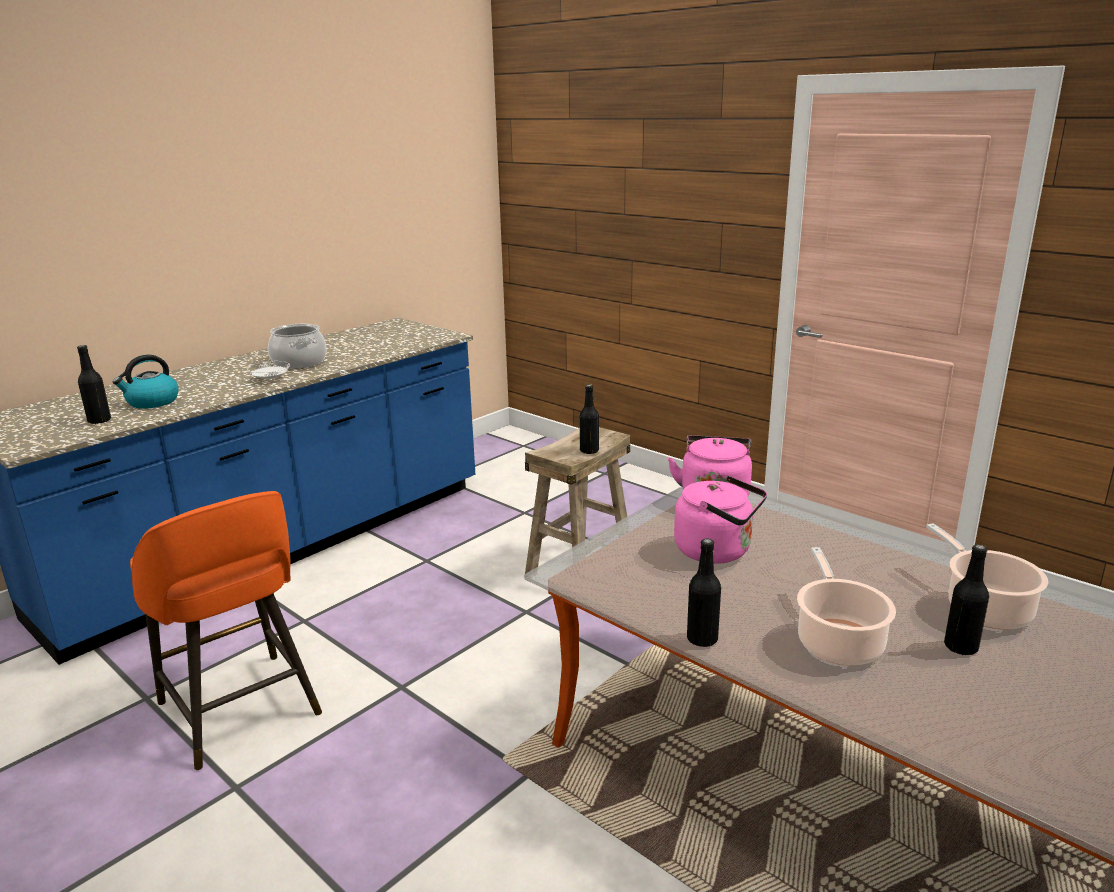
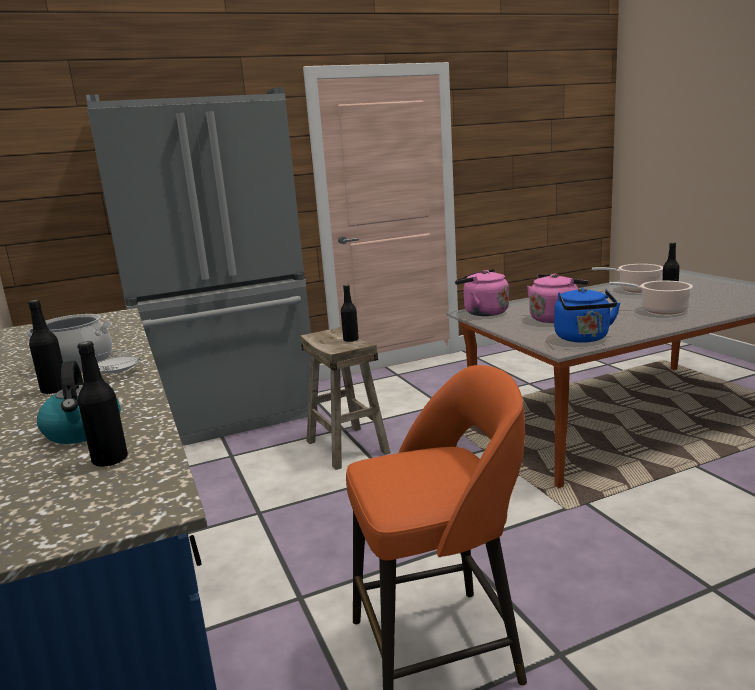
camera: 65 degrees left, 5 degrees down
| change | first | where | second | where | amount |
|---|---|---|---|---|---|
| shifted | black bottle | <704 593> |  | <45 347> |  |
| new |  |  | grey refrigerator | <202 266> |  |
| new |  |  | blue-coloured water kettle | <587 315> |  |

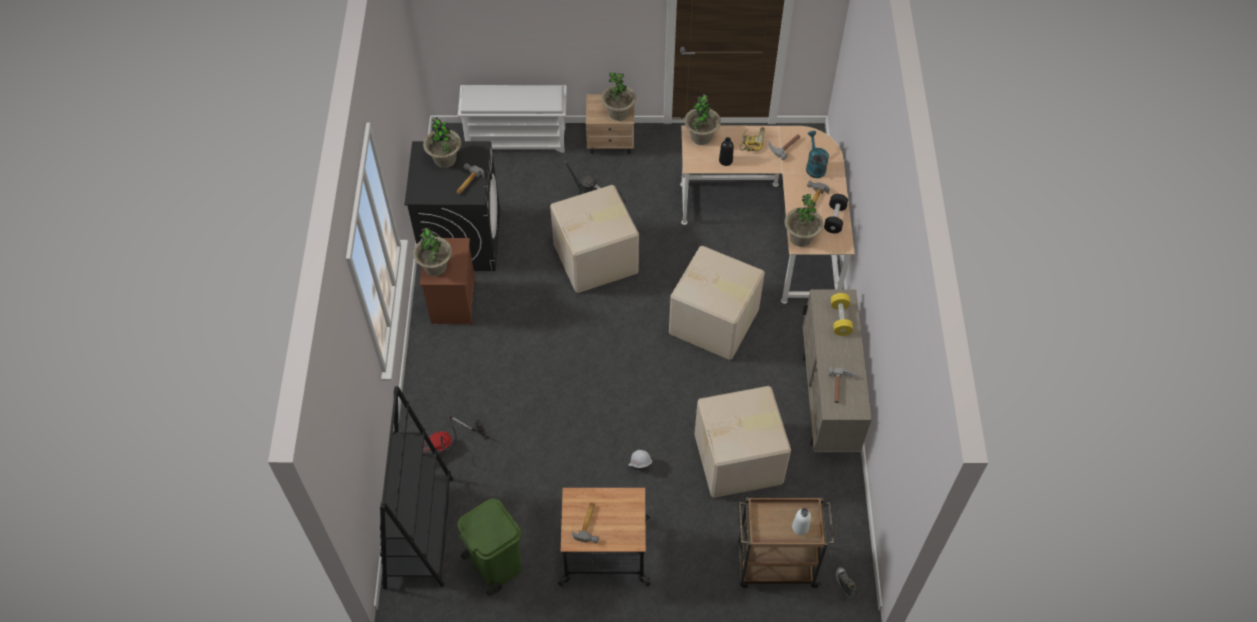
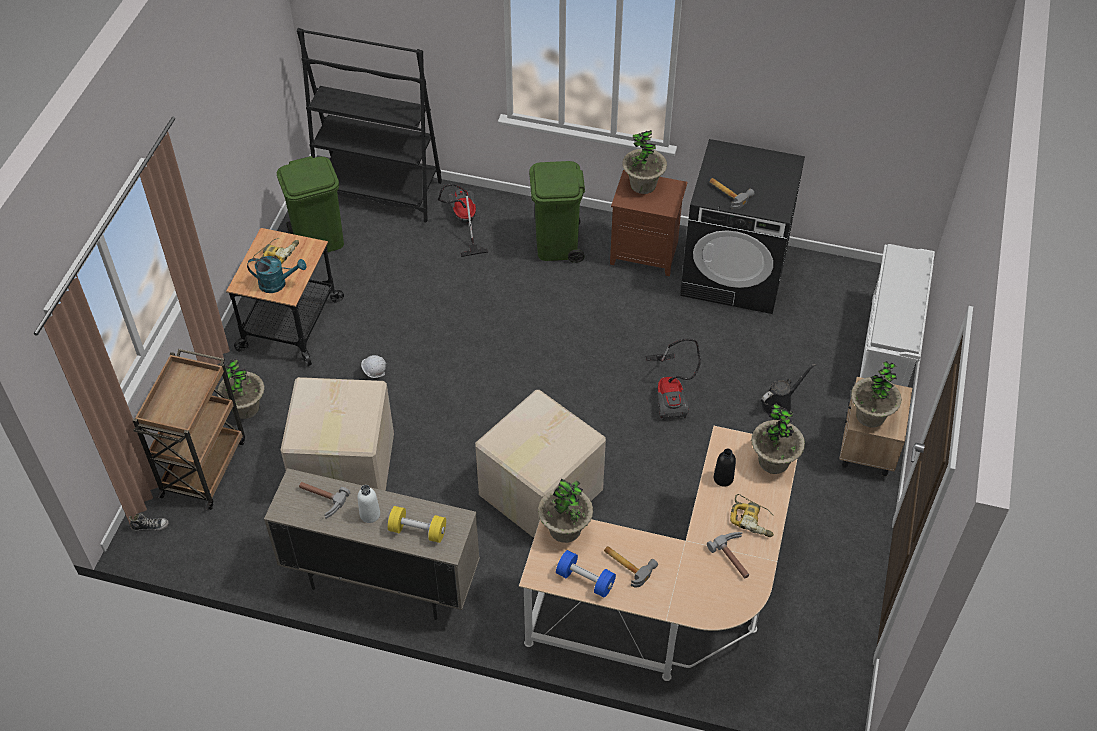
camera: 105 degrees right, 5 degrees down
| change | first | where | second | where | amount |
|---|---|---|---|---|---|
| shifted | potted plant | <442 142> |  | <240 388> |  |
| shifted | turquoise watering can | <817 154> |  | <276 274> |  |
| swapped | hand hammer | <585 523> | drill | <276 251> |  |
| shifted | whitish bottle | <801 521> |  | <368 504> |  |
| new |  |  | greenish rubbish bin | <557 212> |  |
| repainted | black hand weight | <836 213> | blue-coloured hand weight | <586 574> |  |
| swapped | cardboard box | <594 239> | vacuum | <673 379> |  |

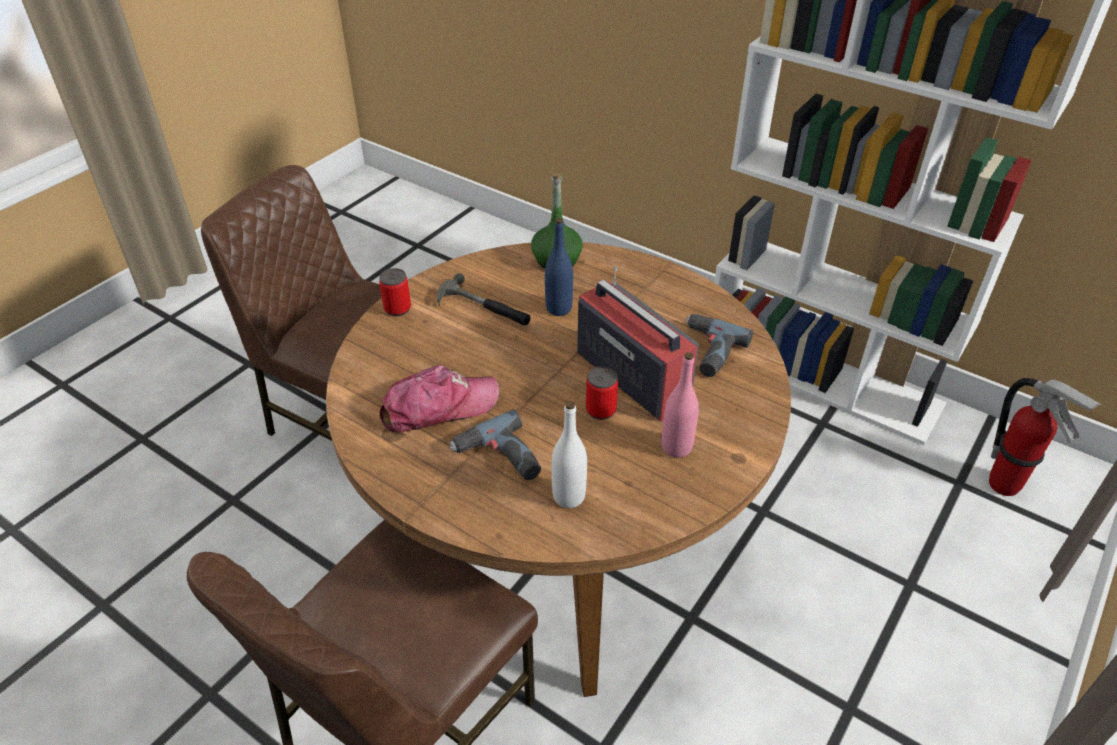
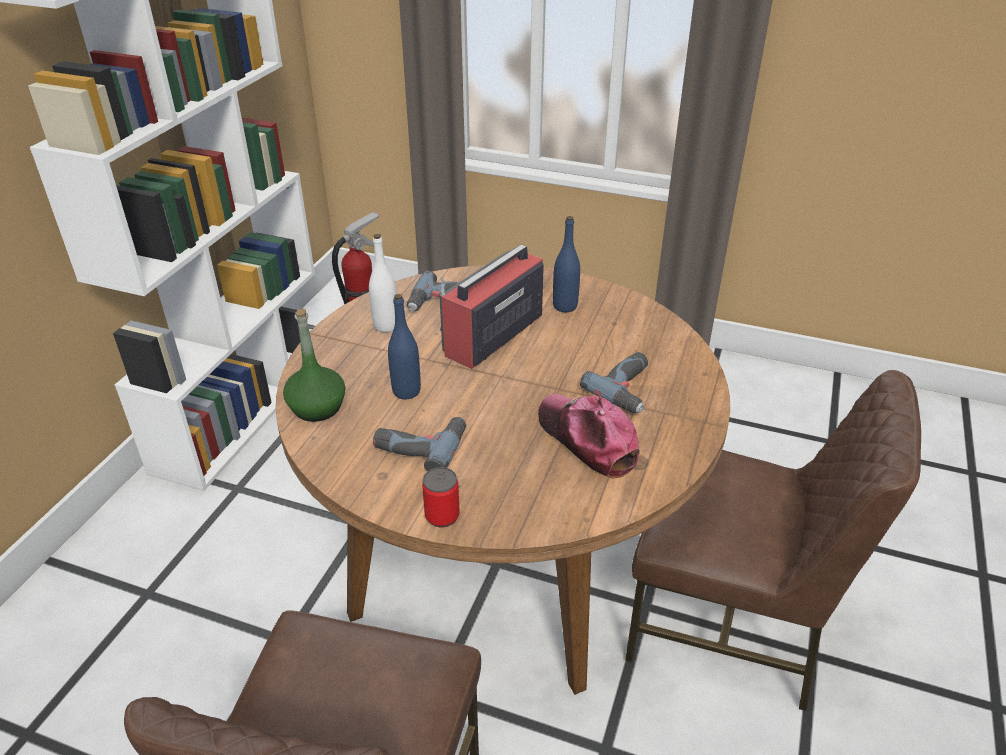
camera: 105 degrees left, 5 degrees down
| change | first | where | second | where | amount |
|---|---|---|---|---|---|
| shifted | whitish bottle | <569 454> |  | <383 283> |  |
| swapped | hand hammer | <483 299> | drill | <419 444> |  |
| repainted | pinkish bottle | <680 405> | blue-coloured bottle | <566 264> |  |
| gone | metal can | <602 393> |  |  |  |

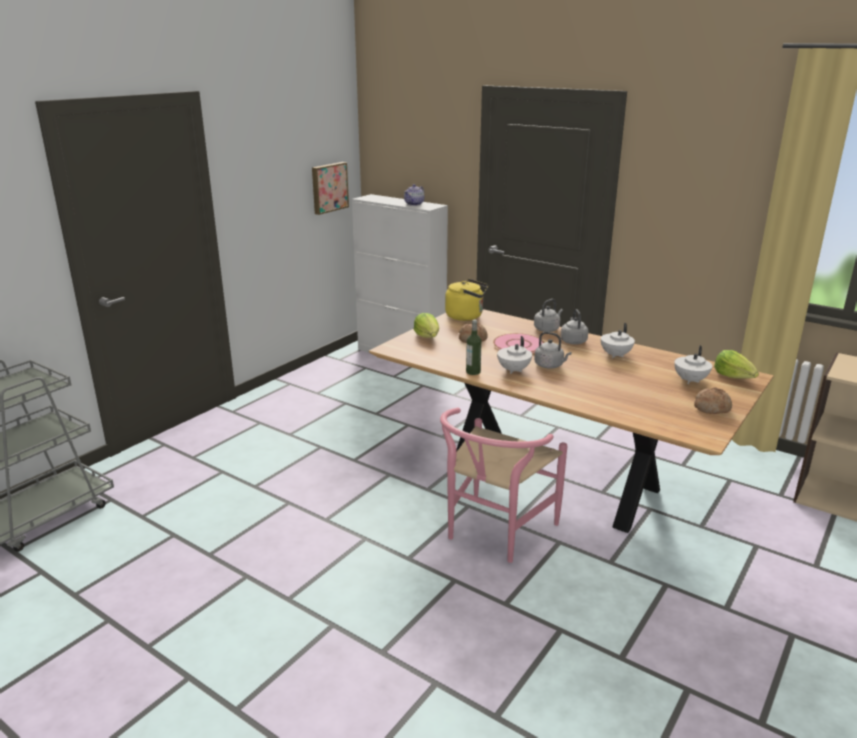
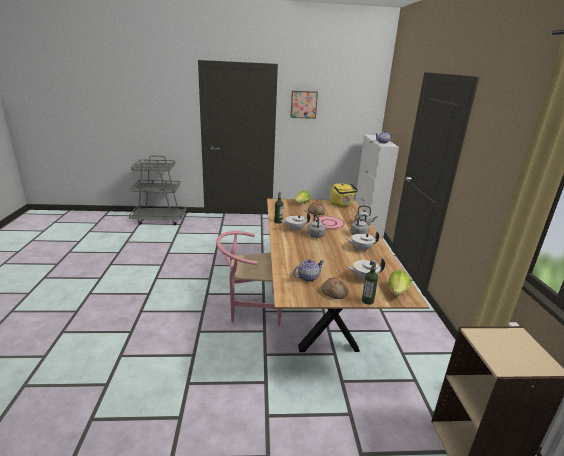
camera: 50 degrees right, 0 degrees up
| change | first | where | second | where | amount |
|---|---|---|---|---|---|
| shifted | picture | <330 188> |  | <304 105> |  |
| new |  |  | tea pot | <308 270> |  |
| new |  |  | bottle | <370 282> |  |

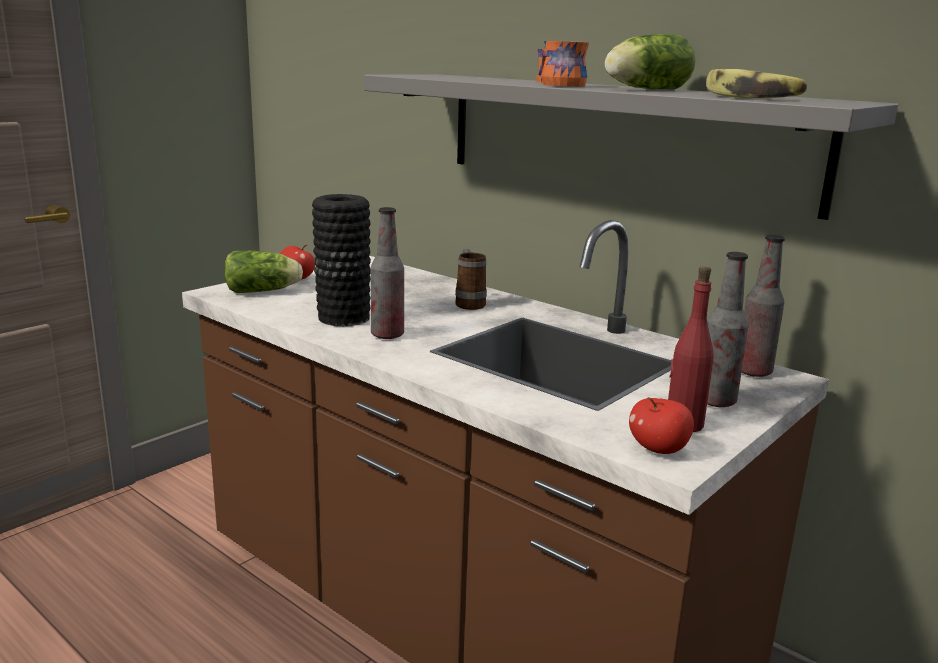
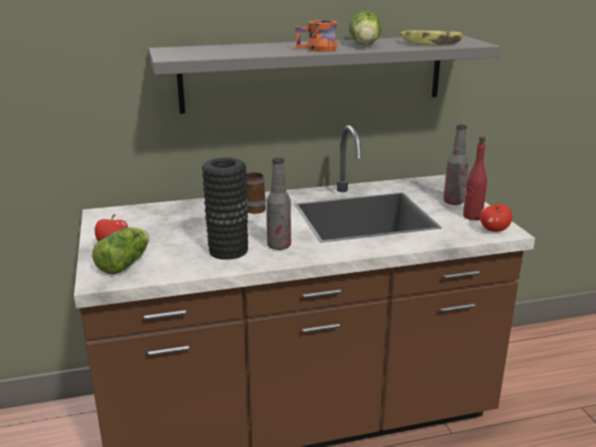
camera: 55 degrees left, 5 degrees up
| change | first | where | second | where | amount |
|---|---|---|---|---|---|
| gone | bottle | <763 306> |  |  |  |

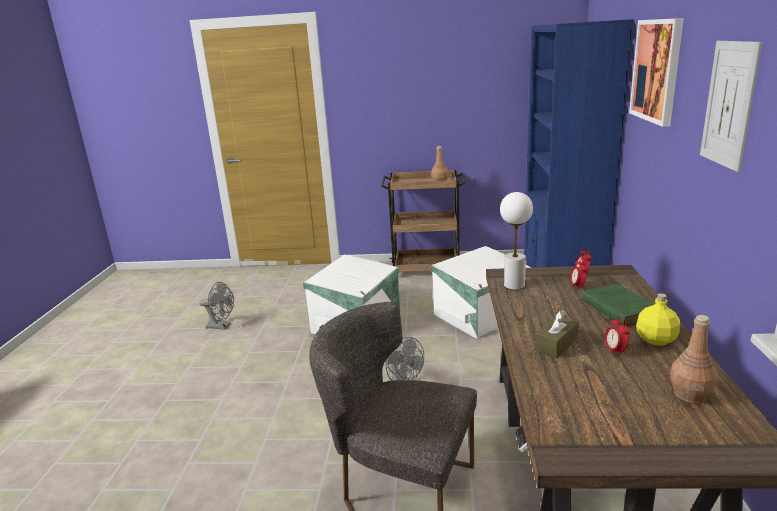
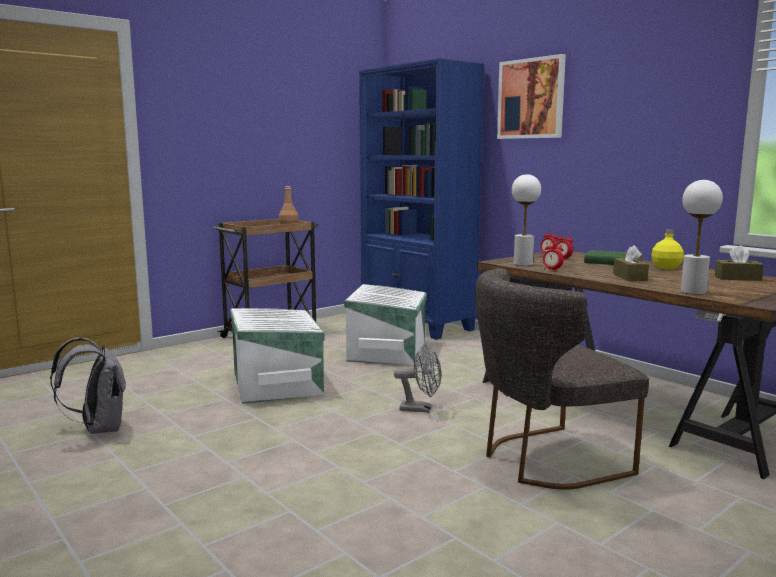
camera: 45 degrees left, 10 degrees down
| change | first | where | second | where | amount |
|---|---|---|---|---|---|
| swapped | grey cooling fan | <216 306> | grey knapsack | <88 386> |  |
| shifted | bedside clock | <617 336> |  | <553 255> |  |
| new |  |  | whitish lamp for a table | <702 237> |  |
| swapped | brownish bottle | <694 359> | brownish box of tissues | <739 263> |  |
| gone | picture | <731 106> |  |  |  |

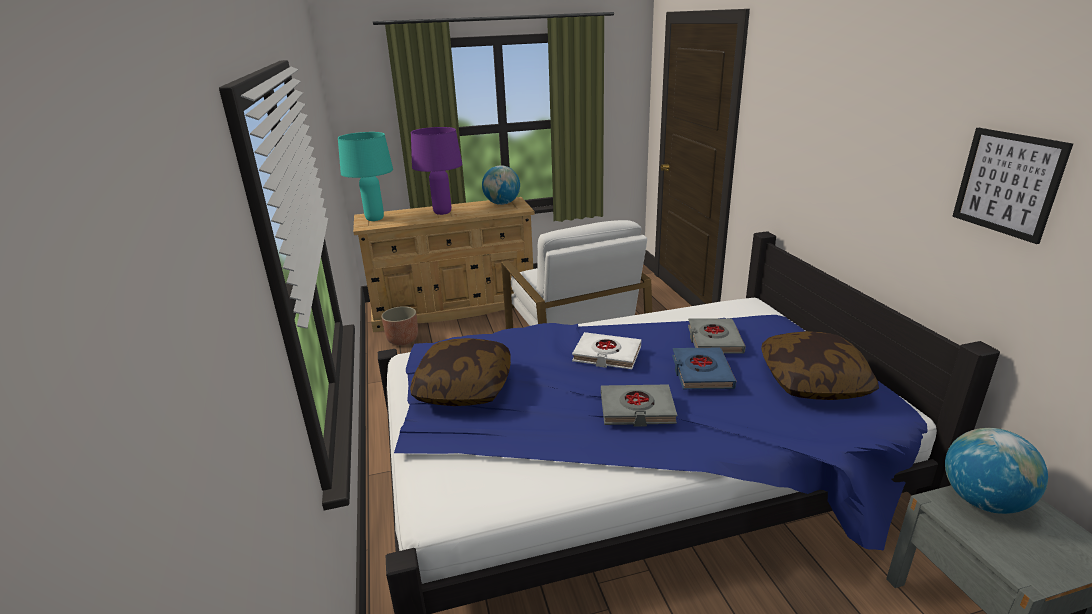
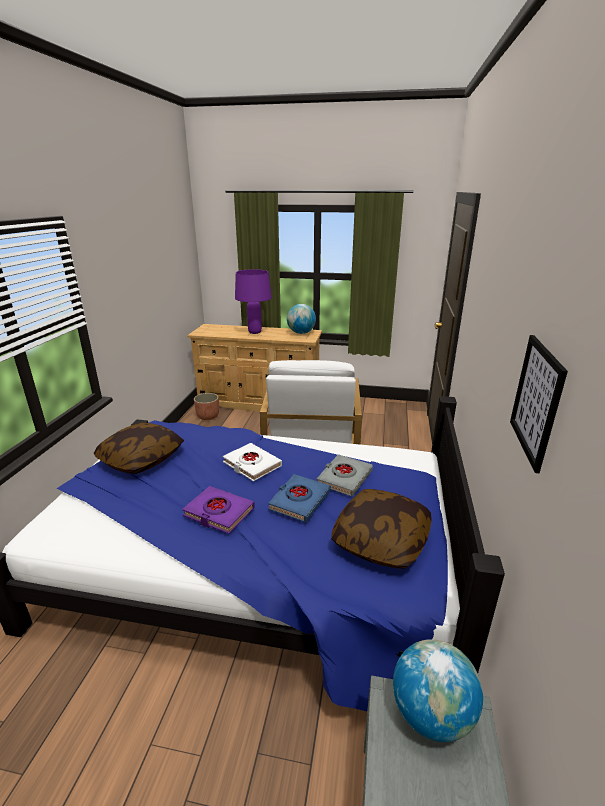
camera: 25 degrees right, 0 degrees up
| change | first | where | second | where | amount |
|---|---|---|---|---|---|
| repainted | grey volume | <639 405> | purple-coloured volume | <218 510> |  |
| gone | turquoise lamp for a table | <365 176> |  |  |  |

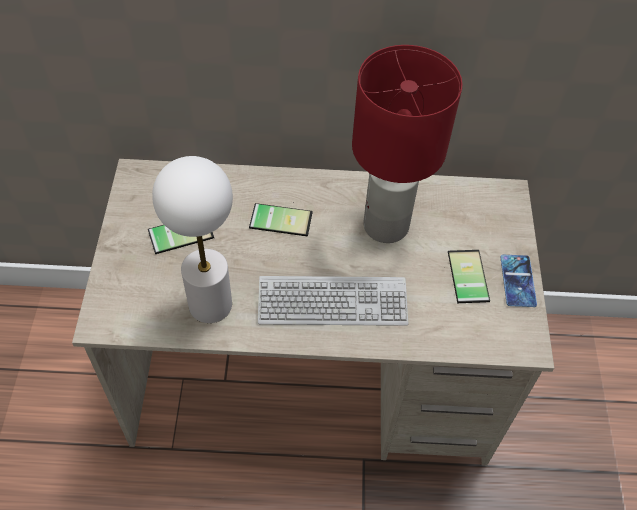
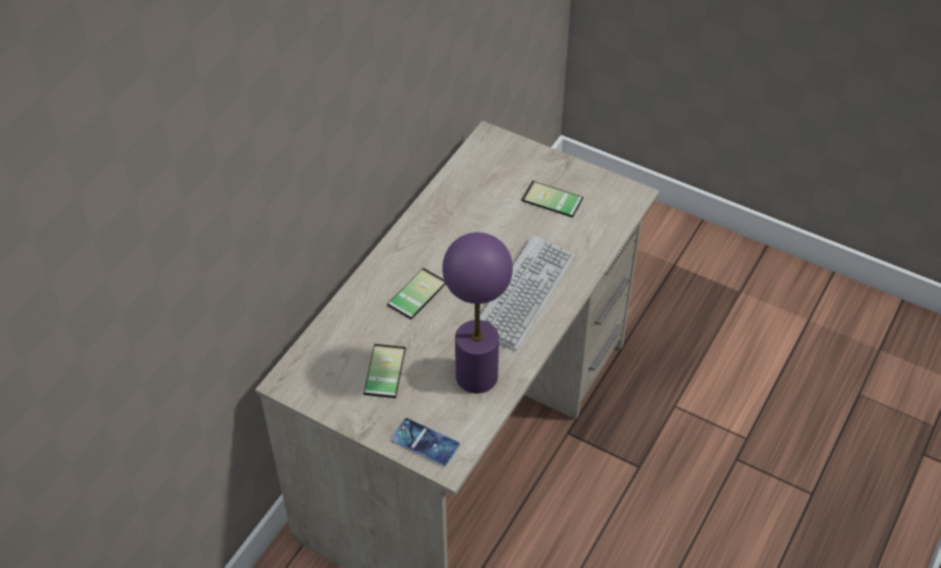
camera: 60 degrees left, 5 degrees down
| change | first | where | second | where | amount |
|---|---|---|---|---|---|
| shifted | handset | <518 281> |  | <425 442> |  |
| repainted | whitish lamp for a table | <192 239> | purple-coloured lamp for a table | <477 312> |  |
| gone | red-coloured lamp for a table | <407 144> |  |  |  |

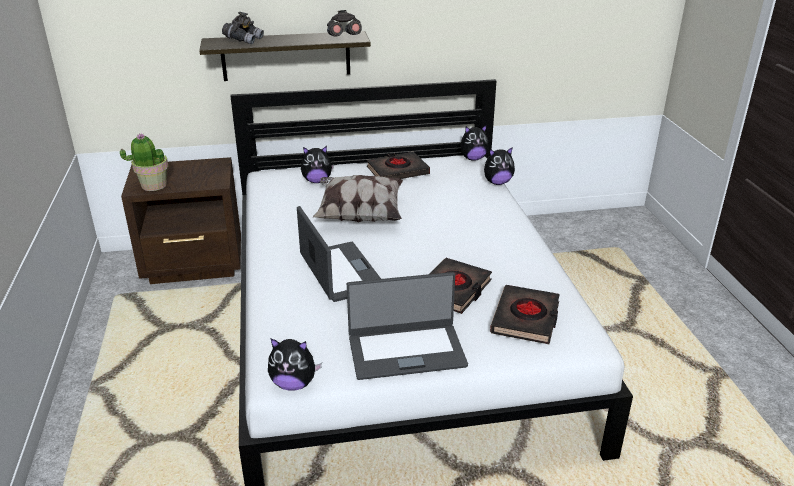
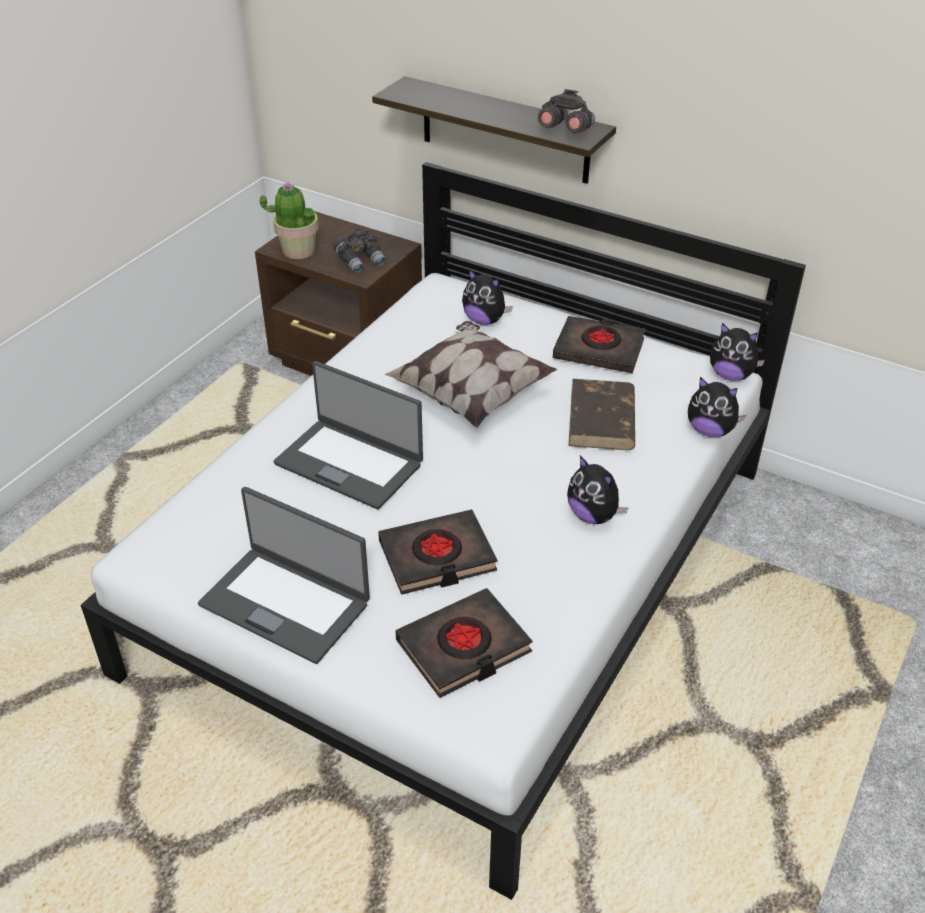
camera: 40 degrees right, 10 degrees up
| change | first | where | second | where | amount |
|---|---|---|---|---|---|
| rotated | portable computer | <339 254> |  | <348 435> | 105 degrees clockwise |
| shifted | grey pair of binoculars | <243 28> |  | <359 251> |  |
| shifted | plush toy | <295 364> |  | <597 490> |  |
| new |  |  | brownish volume | <602 414> |  |

